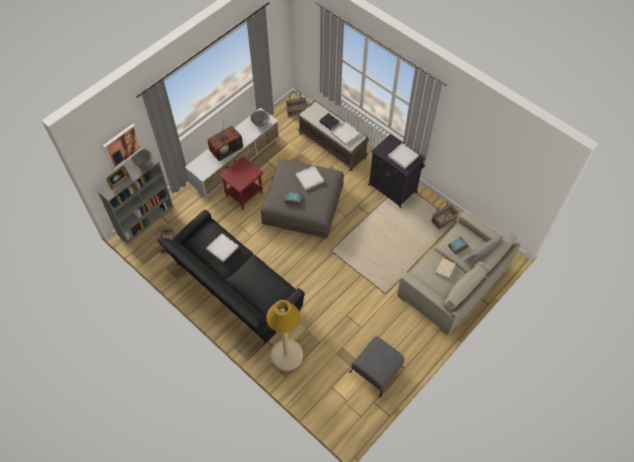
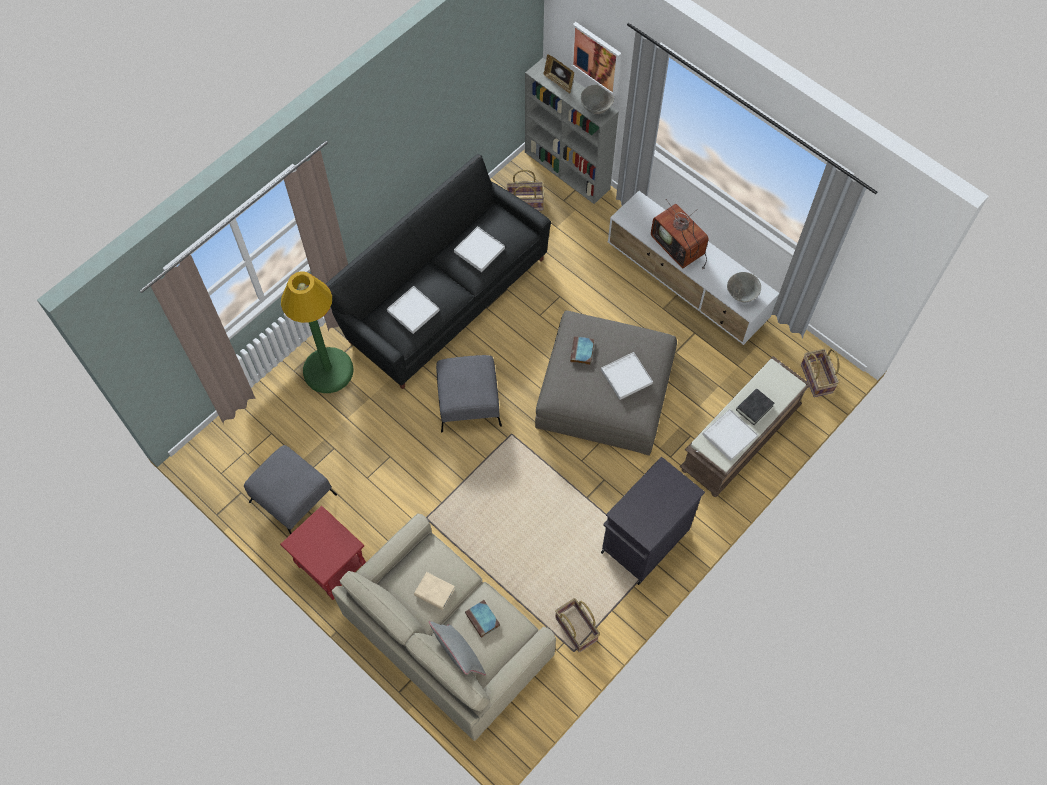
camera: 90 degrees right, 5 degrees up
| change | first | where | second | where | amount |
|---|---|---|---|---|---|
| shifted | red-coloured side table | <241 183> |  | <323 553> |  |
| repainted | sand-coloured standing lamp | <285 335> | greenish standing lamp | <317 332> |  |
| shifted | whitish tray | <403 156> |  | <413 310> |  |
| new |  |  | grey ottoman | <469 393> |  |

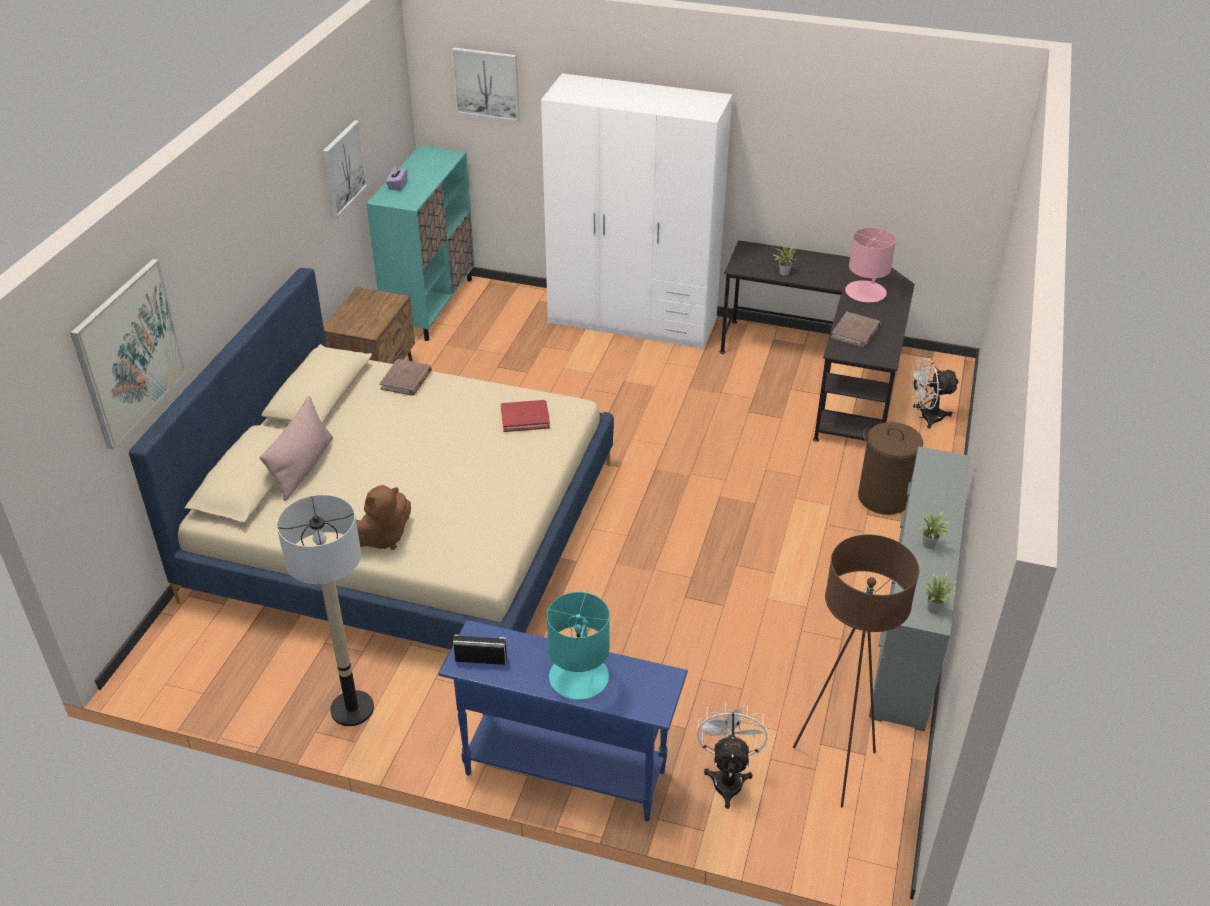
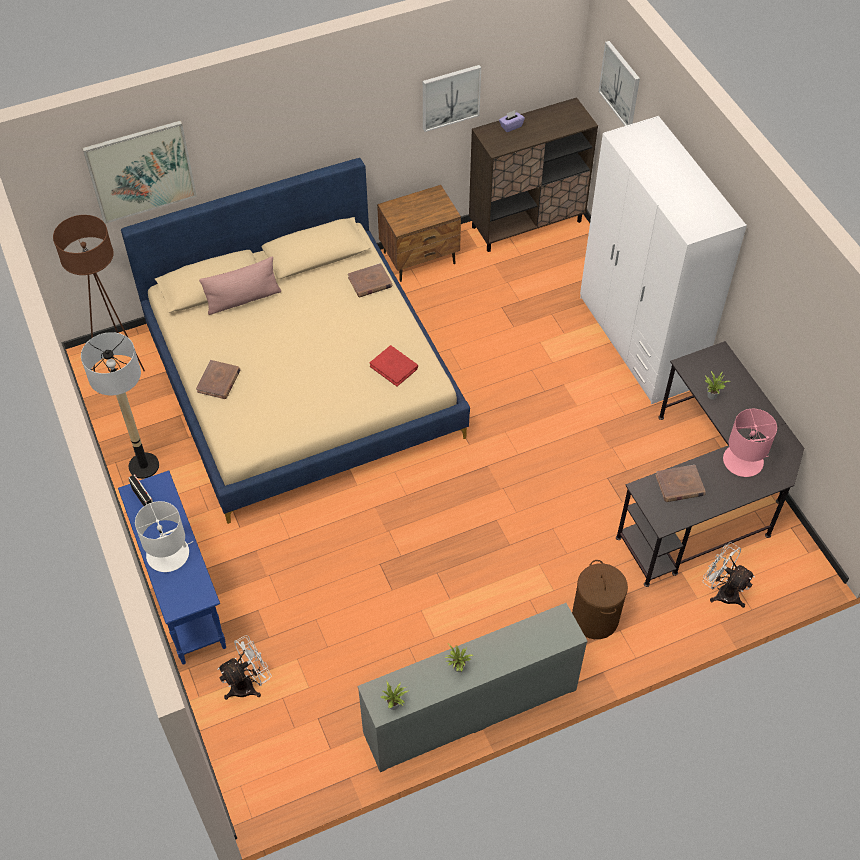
camera: 50 degrees right, 15 degrees up
| change | first | where | second | where | amount |
|---|---|---|---|---|---|
| shifted | brownish standing lamp | <856 670> |  | <99 293> |  |
| repainted | turquoise lamp for a table | <578 646> | whitish lamp for a table | <164 536> |  |
| swapped | brownish plush toy | <383 517> | brownish volume | <218 379> |  |
| repainted | turquoise cupboard | <420 243> | brownish cupboard | <533 174> |  |

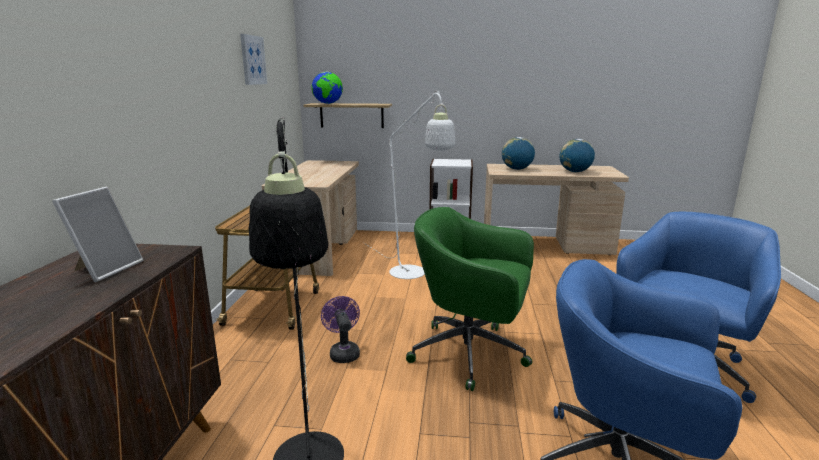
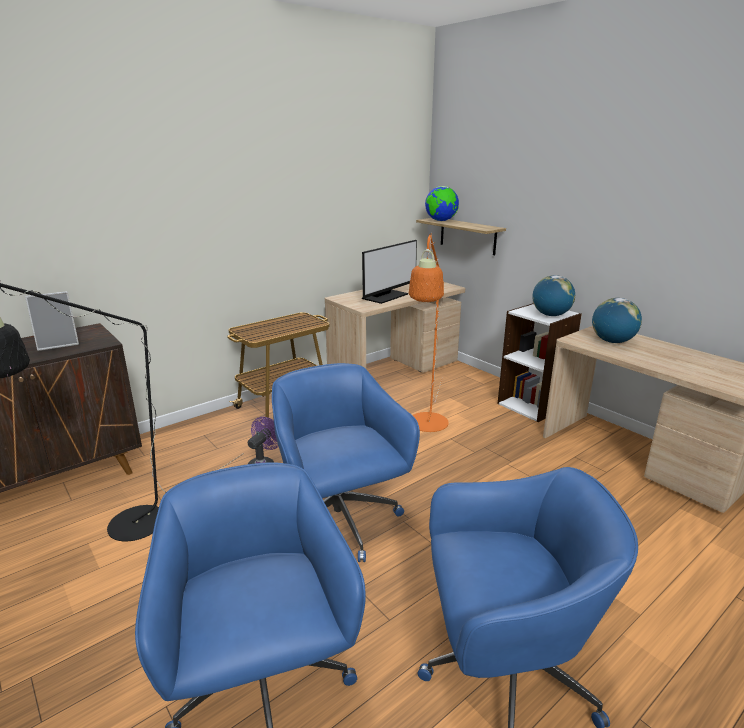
camera: 45 degrees right, 5 degrees up
| change | first | where | second | where | amount |
|---|---|---|---|---|---|
| repainted | greenish desk chair | <470 299> | blue-coloured desk chair | <346 462> |  |
| new |  |  | computer screen | <389 272> |  |
| repainted | whitish standing lamp | <409 185> | orangey standing lamp | <429 332> |  |
| shifted | desk globe | <577 155> |  | <553 295> |  |
| gone | picture | <253 59> |  |  |  |

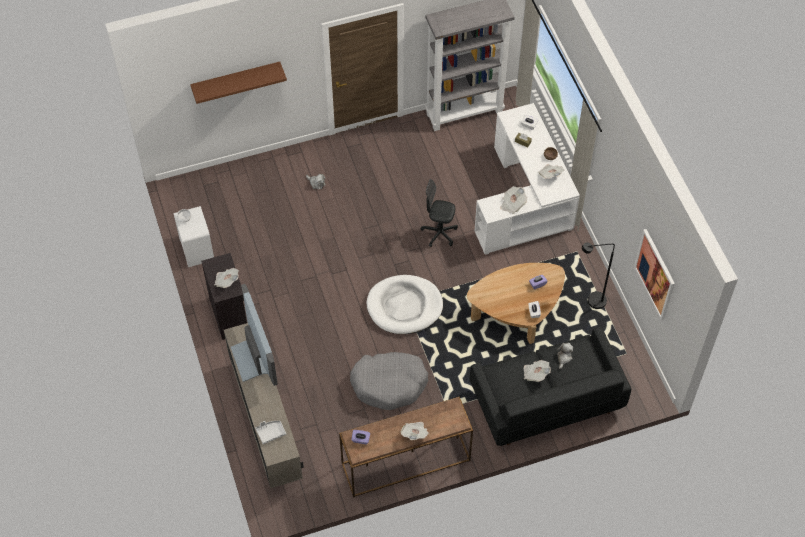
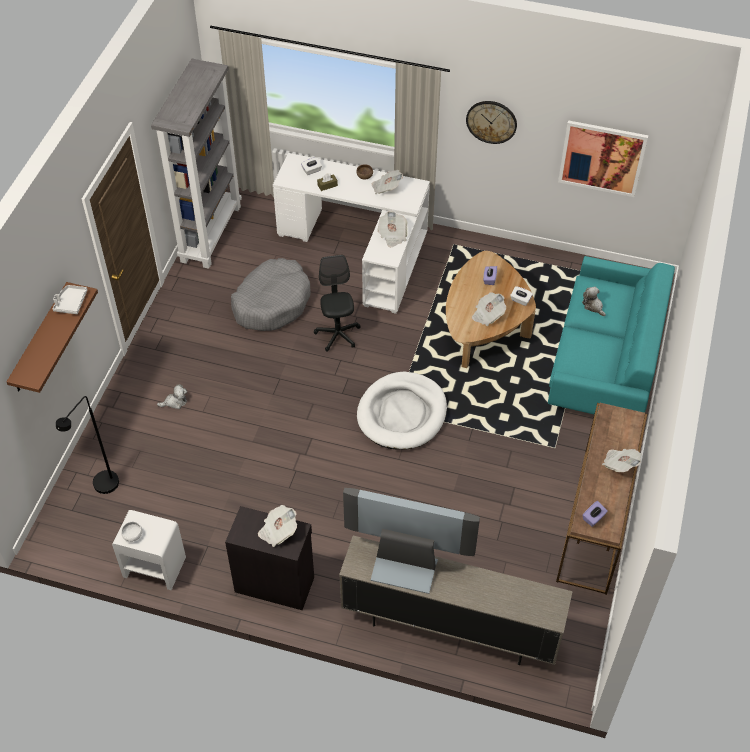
camera: 55 degrees left, 5 degrees down
| change | first | where | second | where | amount |
|---|---|---|---|---|---|
| shifted | grey tray | <270 432> |  | <70 299> |  |
| shifted | black standing lamp | <598 275> |  | <87 445> |  |
| shifted | grey dog bed | <389 381> |  | <271 294> |  |
| rotated | black desk chair | <439 213> |  | <337 303> | 120 degrees clockwise |
| new |  |  | clock on the wall | <491 122> |  |
| shifted | newspaper | <537 371> |  | <489 309> |  |
| repainted | black couch | <550 386> | turquoise couch | <611 335> |  |

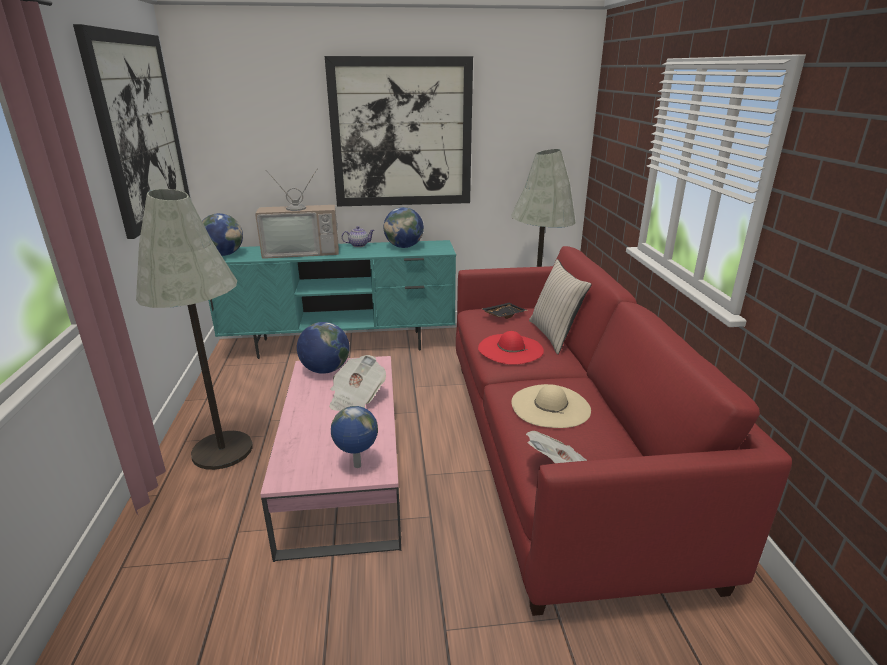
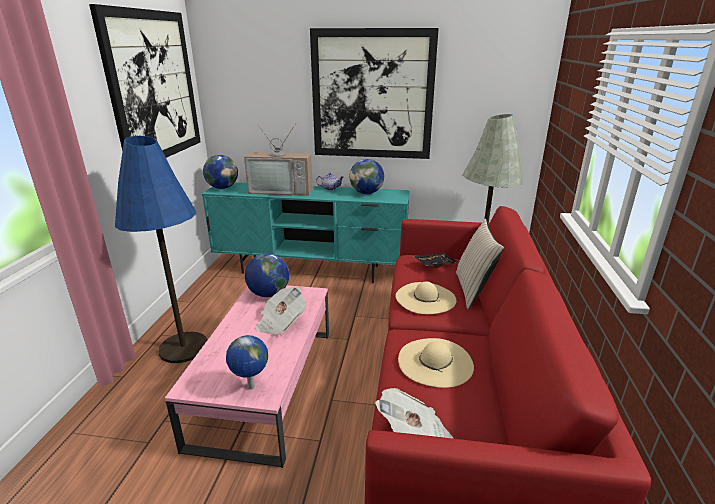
camera: 15 degrees right, 0 degrees up
| change | first | where | second | where | amount |
|---|---|---|---|---|---|
| repainted | grey standing lamp | <194 329> | blue-coloured standing lamp | <161 249> |  |
| repainted | red-coloured wearable hat | <511 348> | sand-coloured wearable hat | <426 297> |  |

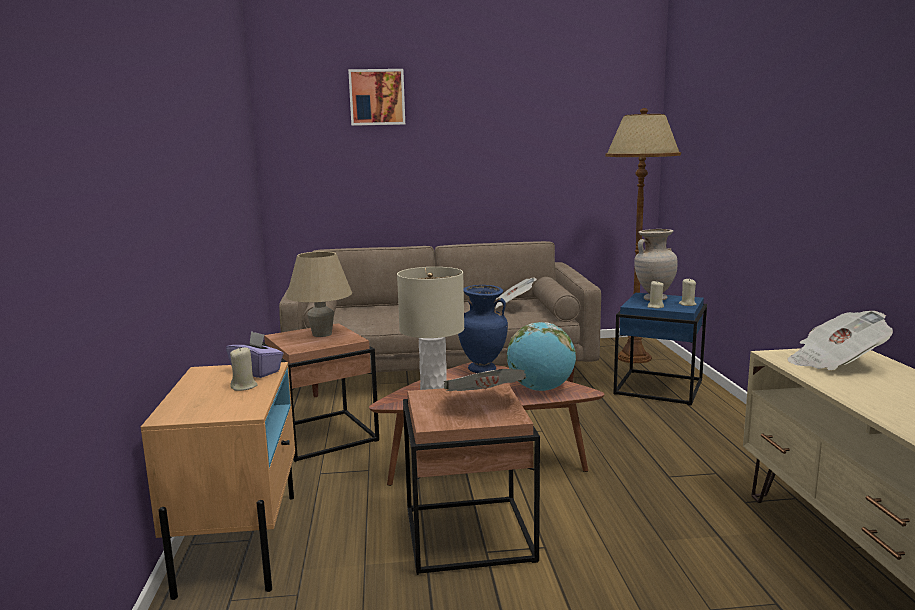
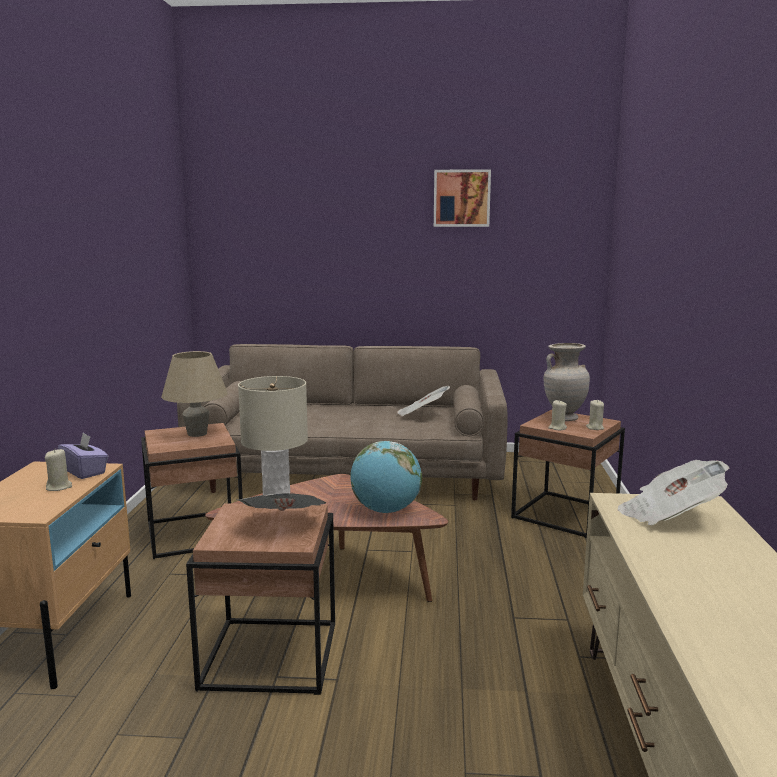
camera: 10 degrees right, 0 degrees up
| change | first | where | second | where | amount |
|---|---|---|---|---|---|
| shifted | picture | <376 97> |  | <462 198> |  |
| repainted | blue-coloured side table | <660 349> | brownish side table | <568 474> |  |
| gone | blue-coloured flower vase | <483 329> |  |  |  |
| gone | brownish standing lamp | <643 235> |  |  |  |

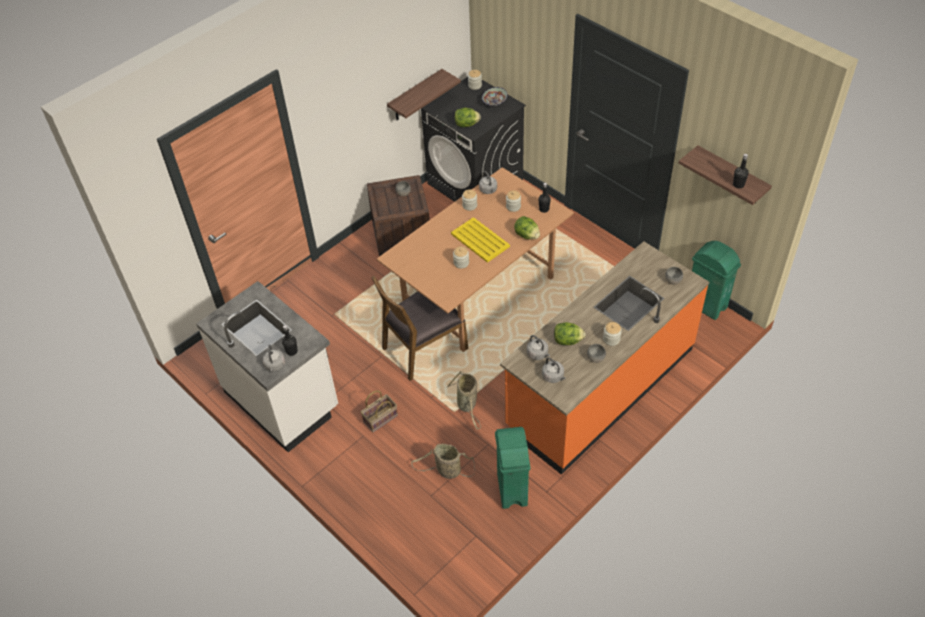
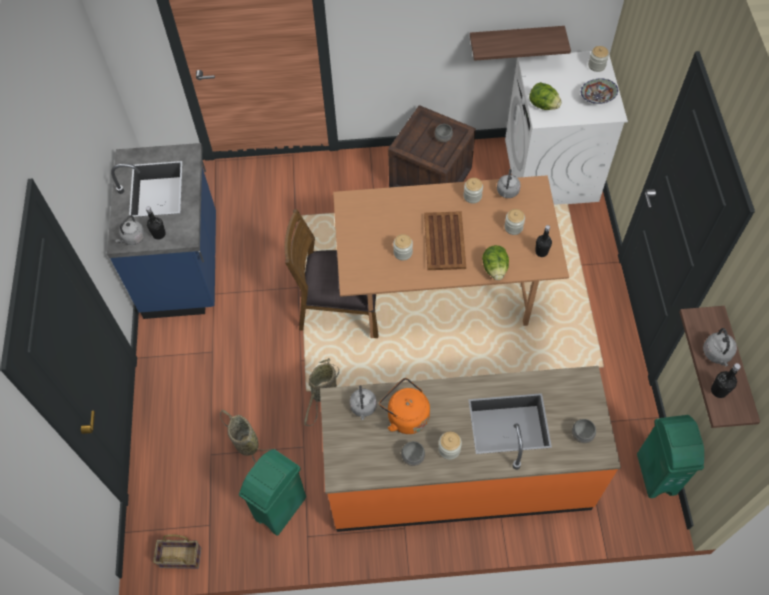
camera: 40 degrees right, 10 degrees up
| change | first | where | second | where | amount |
|---|---|---|---|---|---|
| repainted | whitish kitchen counter | <267 366> | blue-coloured kitchen counter | <161 231> |  |
| shifted | storage basket | <379 411> |  | <177 551> |  |
| swapped | lettuce | <569 333> | orangey water kettle | <404 406> |  |
| repainted | yellow-coloured tray | <480 240> | brownish tray | <445 240> |  |
| repainted | black laundry appliance | <473 139> | whitish laundry appliance | <566 128> |  |
| shifted | grey water kettle | <554 370> |  | <720 347> |  |

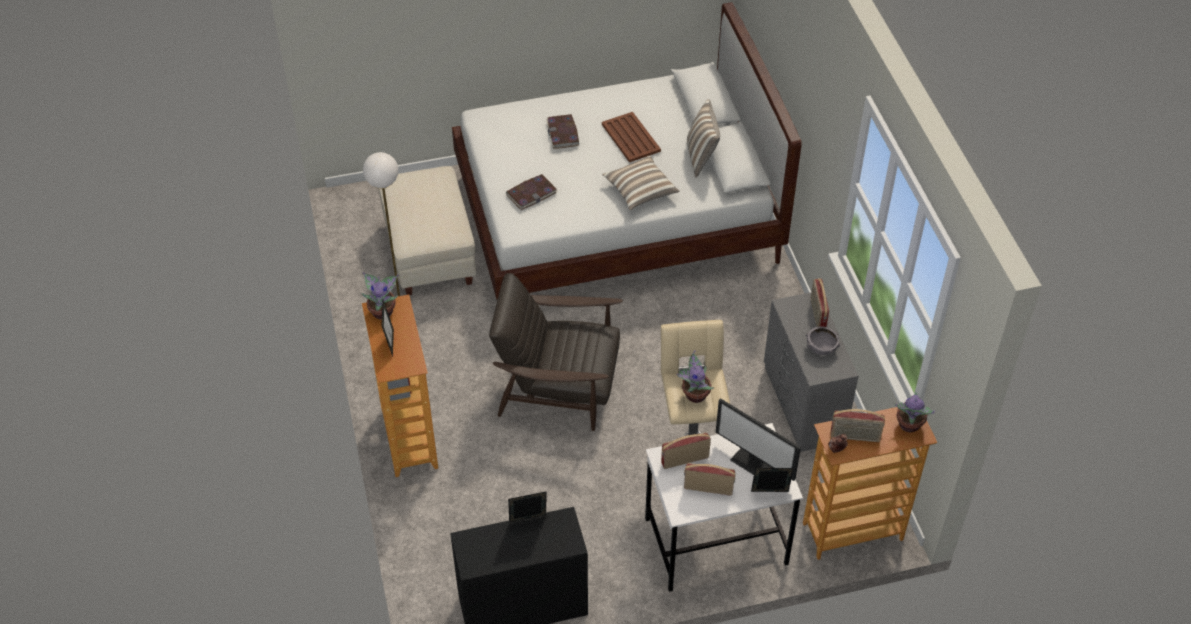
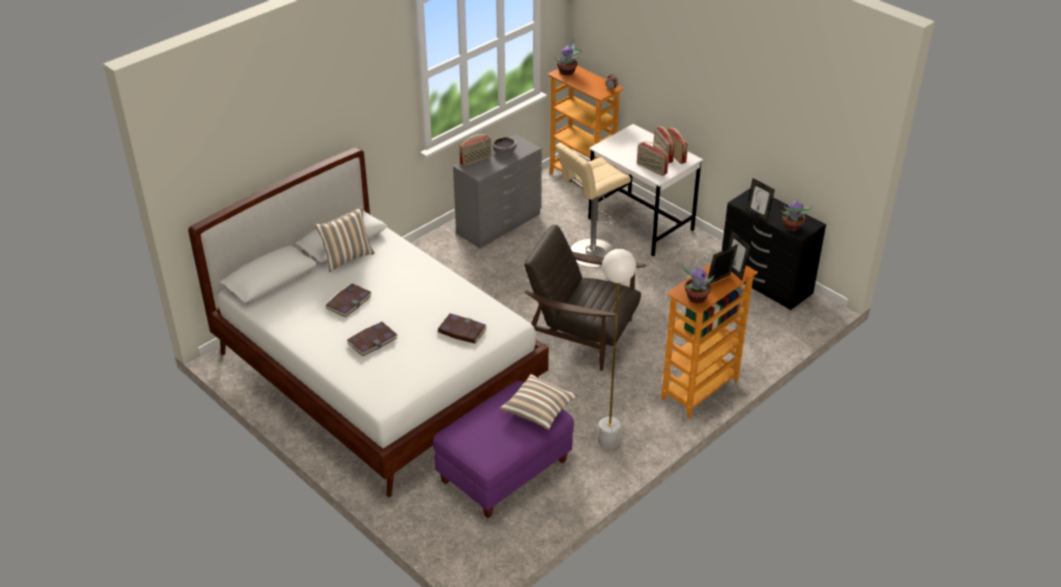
camera: 120 degrees left, 10 degrees down
| change | first | where | second | where | amount |
|---|---|---|---|---|---|
| swapped | brownish tray | <631 137> | volume | <348 300> |  |
| repainted | sand-coloured ottoman | <427 230> | purple-coloured ottoman | <503 449> |  |
| shifted | cushion | <641 182> |  | <538 402> |  |
| rotated | brownish armchair | <556 352> |  | <585 298> | 135 degrees clockwise |
| shifted | radio set | <858 425> |  | <677 146> |  |
| shifted | photo frame | <772 480> |  | <739 255> |  |
| shifted | potted plant | <696 376> |  | <797 215> |  |
| gone | computer screen | <758 439> |  |  |  |

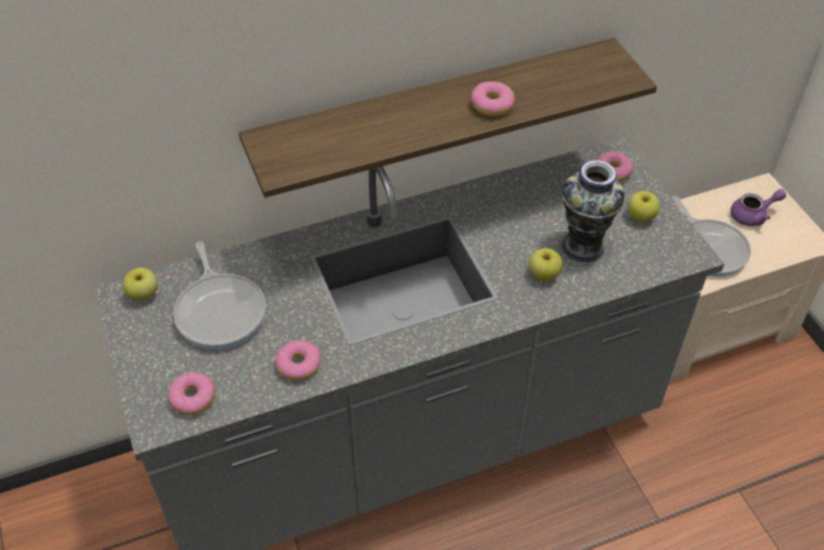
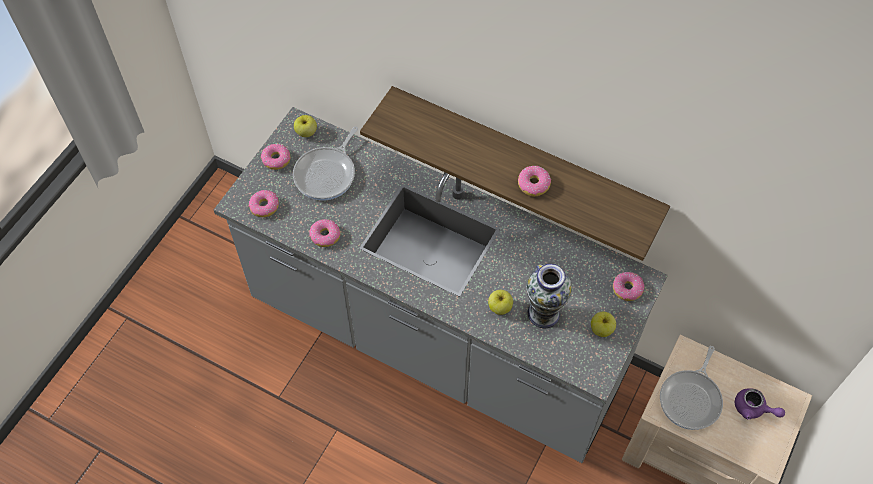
camera: 50 degrees right, 10 degrees up
| change | first | where | second | where | amount |
|---|---|---|---|---|---|
| new |  |  | doughnut | <276 157> |  |

